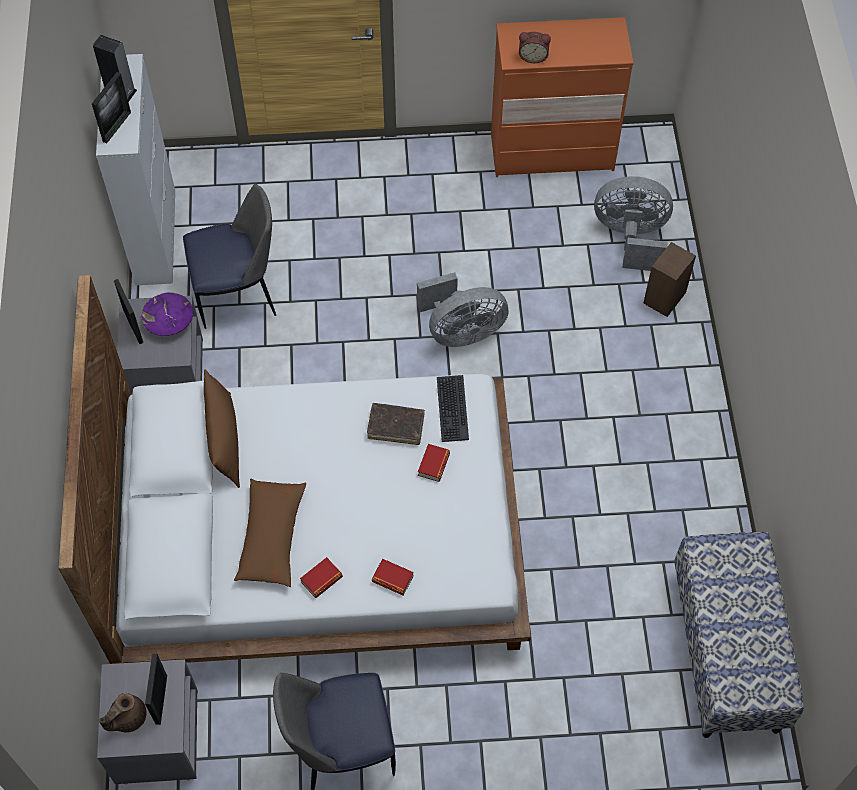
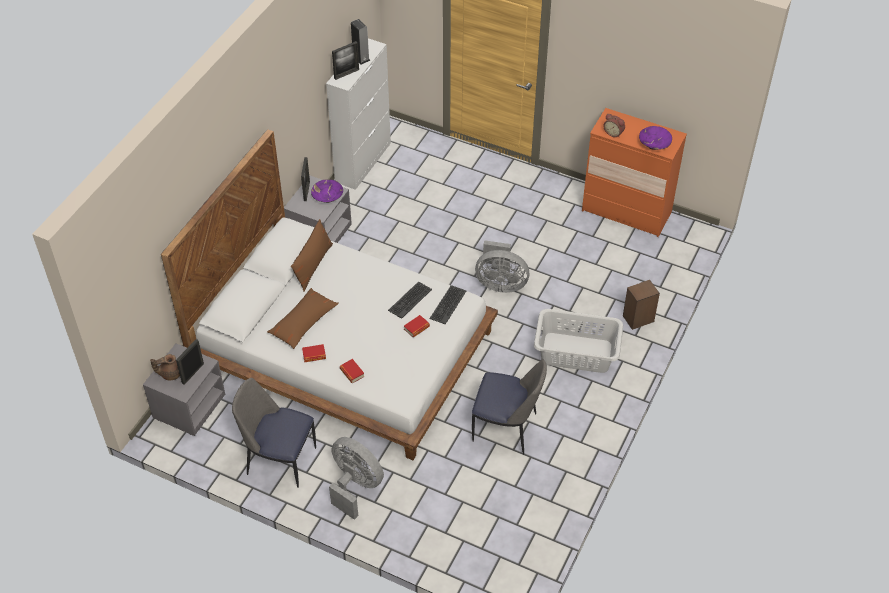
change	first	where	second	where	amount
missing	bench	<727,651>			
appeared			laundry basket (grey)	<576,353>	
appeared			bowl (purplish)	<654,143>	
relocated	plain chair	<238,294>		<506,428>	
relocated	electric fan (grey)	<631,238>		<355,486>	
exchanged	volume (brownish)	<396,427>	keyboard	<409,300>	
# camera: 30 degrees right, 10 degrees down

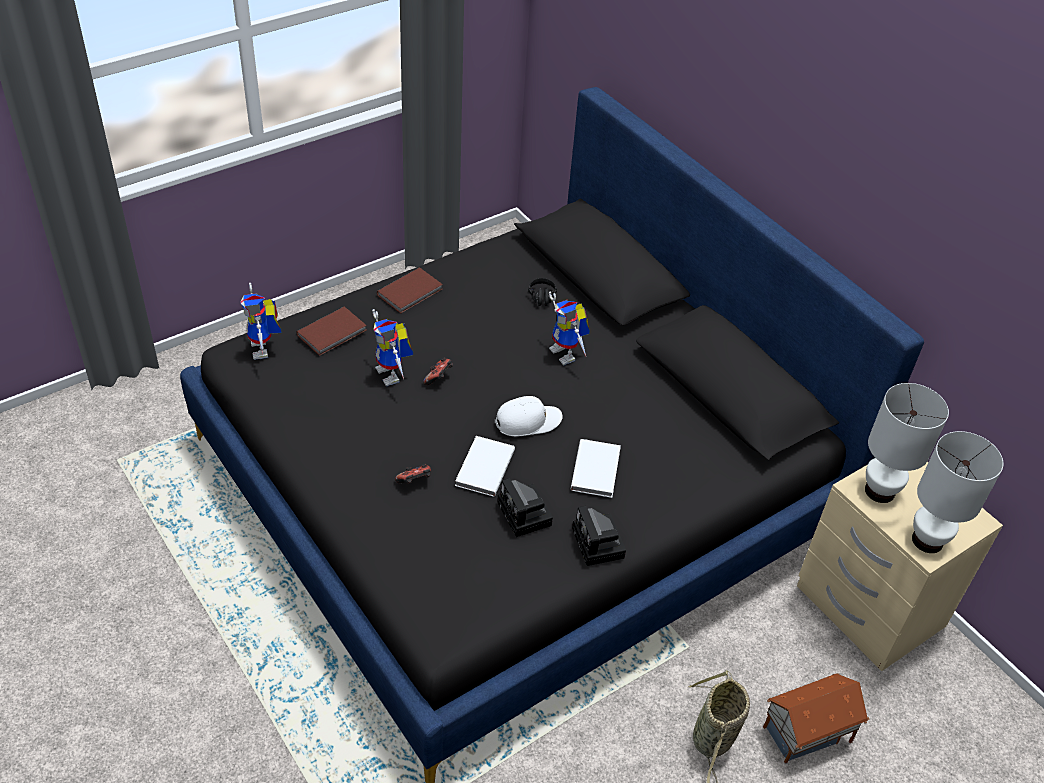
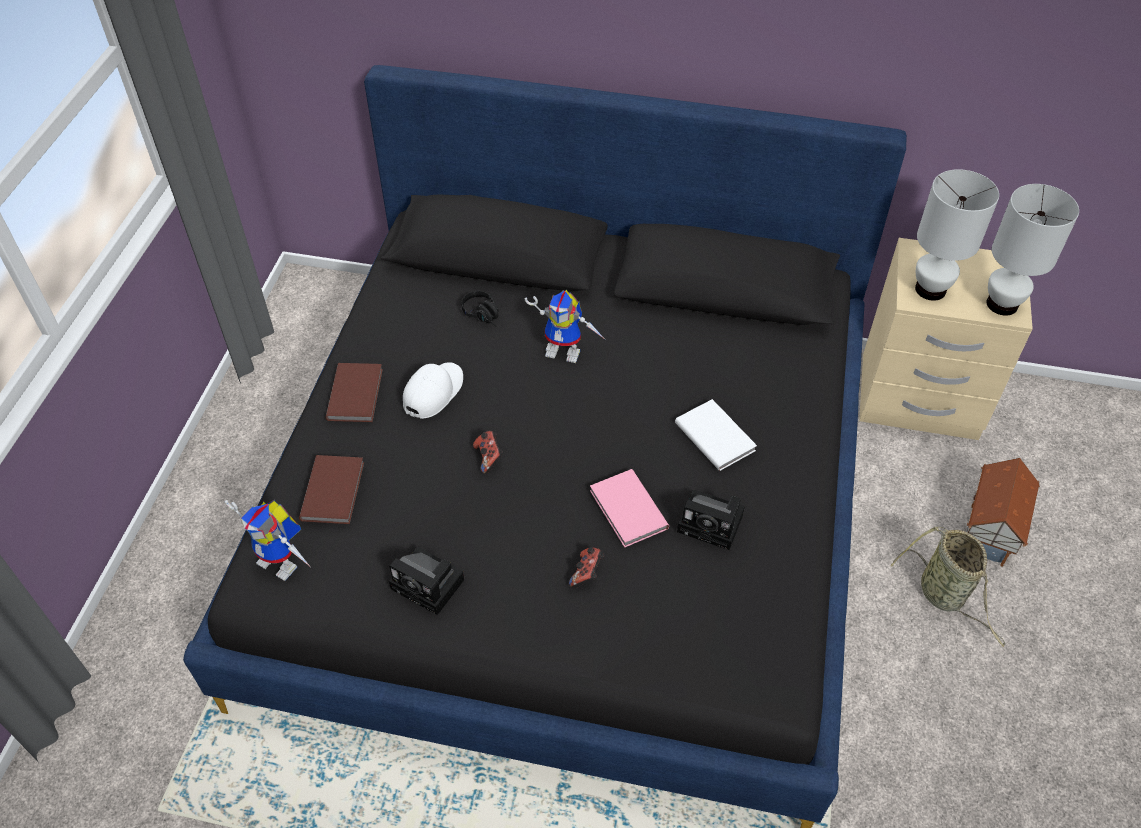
change	first	where	second	where	amount
missing	robot figure	<393,375>			
relocated	cap (white-coloured)	<528,421>		<433,392>	
relocated	photo camera	<599,545>		<430,585>	
colour	volume (white-coloured)	<483,468>	volume (pinkish)	<627,511>	
# camera: 40 degrees left, 5 degrees up

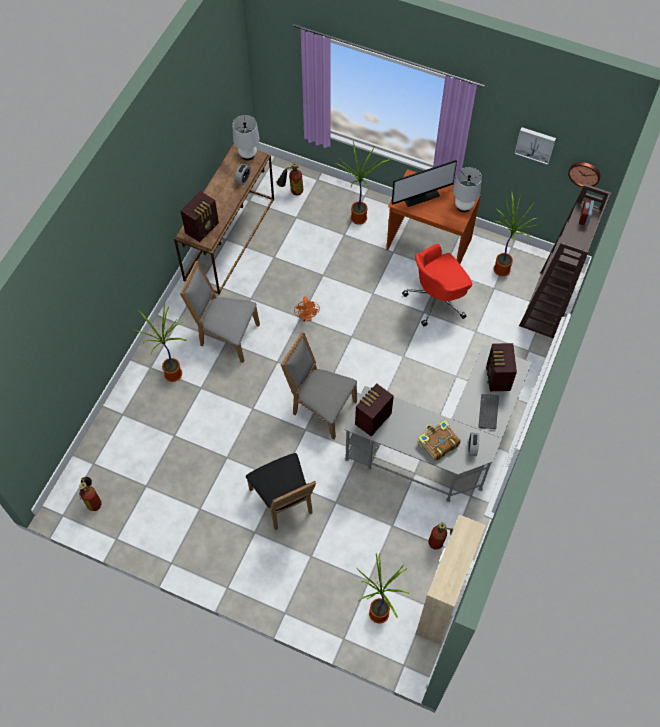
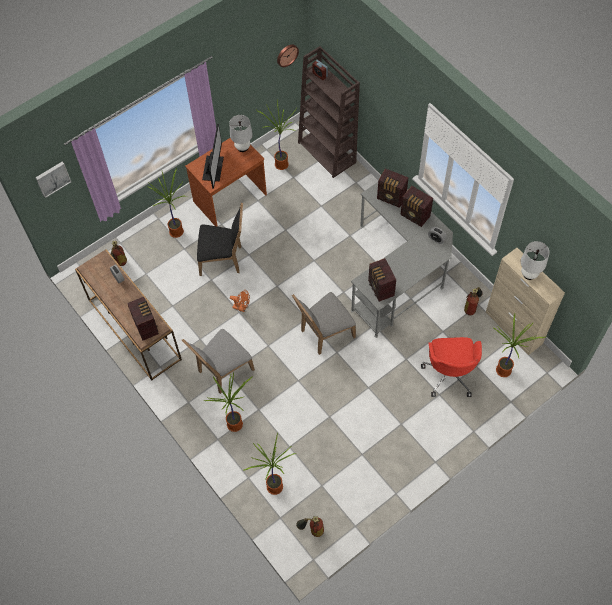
change	first	where	second	where	amount
missing	volume	<437,443>			
appeared			plant in a pot	<273,487>	
relocated	tabletop lamp (white-coloured)	<248,155>		<529,274>	
relocated	plain chair (black)	<284,503>		<223,259>	
relocated	computer chair (red-coloured)	<437,299>		<450,373>	
relocated	picture	<535,144>		<52,178>	
exchanged	keyboard	<489,412>	radio receiver	<415,216>	
# camera: 60 degrees left, 0 degrees up

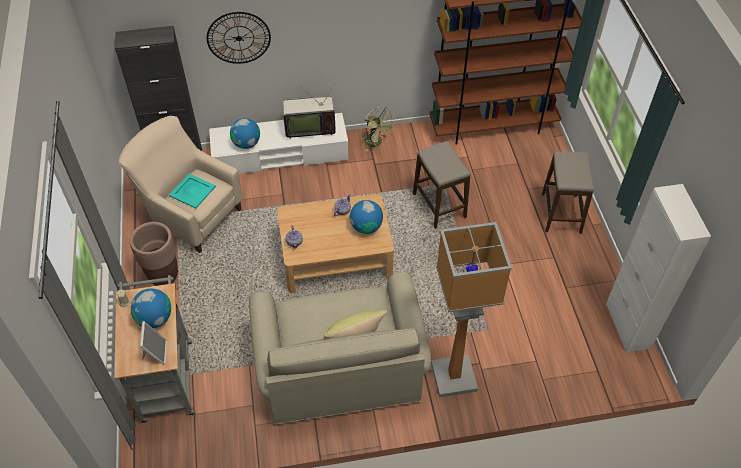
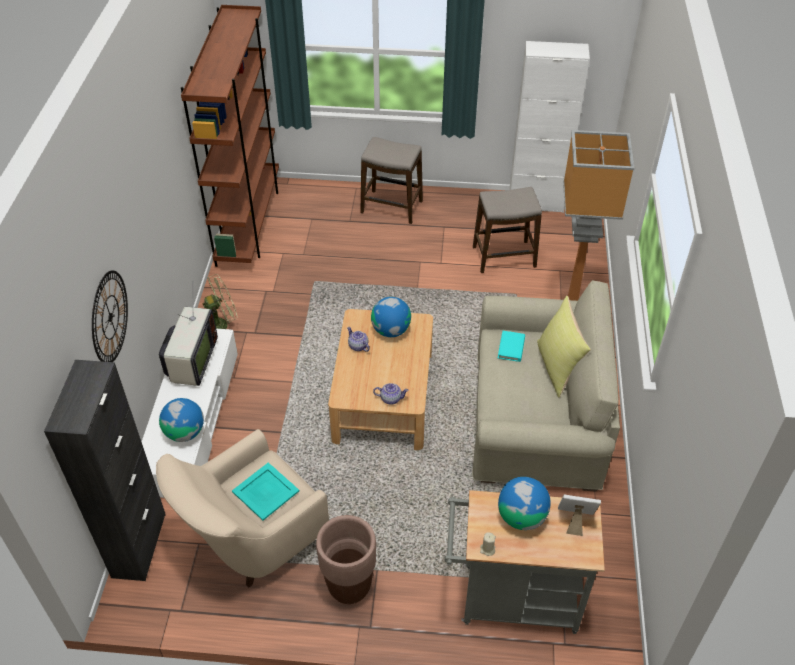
change	first	where	second	where	amount
appeared			volume (turquoise-coloured)	<511,347>	
relocated	stool	<439,205>		<503,257>	
# camera: 75 degrees left, 5 degrees down

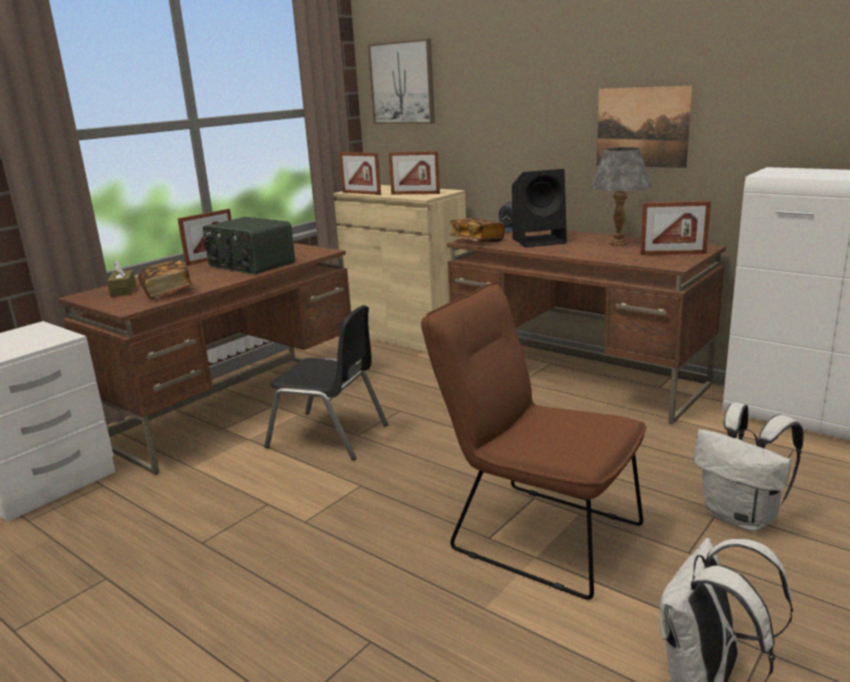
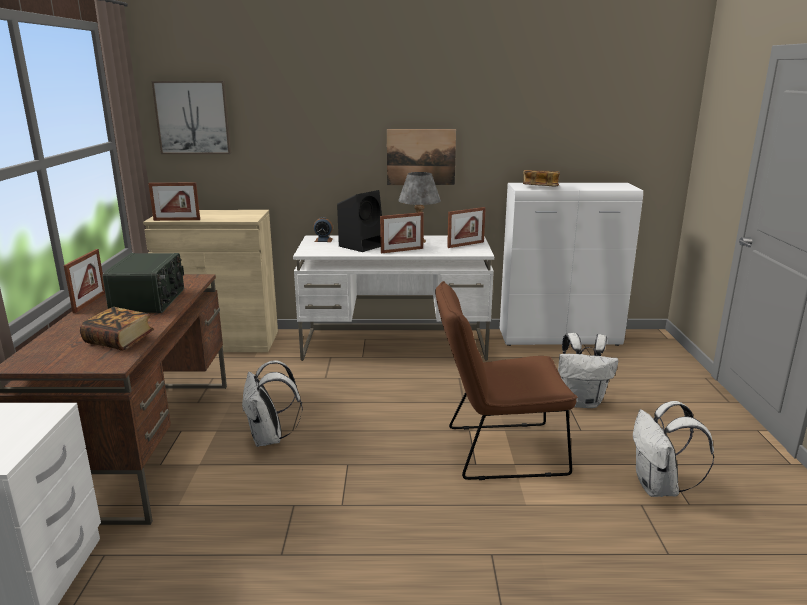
change	first	where	second	where	amount
missing	tissue box (brownish)	<123,291>			
relocated	picture frame	<415,194>		<402,250>	
relocated	volume	<477,241>		<540,187>	
exchanged	plain chair (black)	<328,436>	rucksack (white-coloured)	<270,438>	
colour	desk unit (brownish)	<577,377>	desk unit (white-coloured)	<395,344>	
spun	radio receiver	<250,265>		<150,301>	90 degrees counterclockwise
# camera: 40 degrees left, 0 degrees up

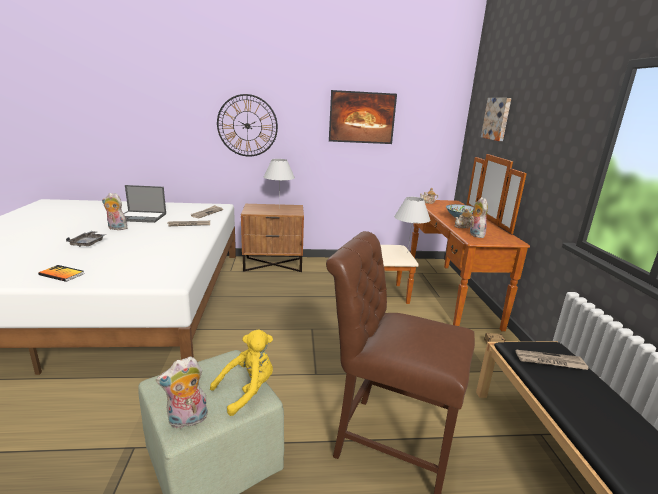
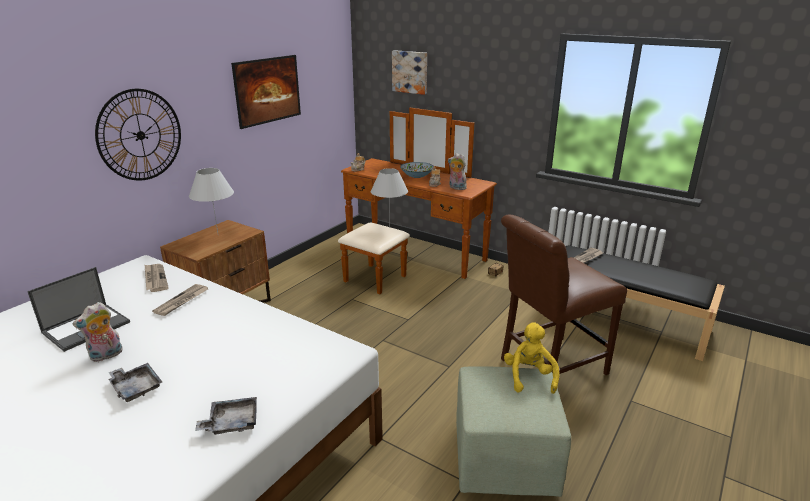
change	first	where	second	where	amount
missing	cuddly toy	<187,420>			
exchanged	volume	<61,274>	serving tray (grey)	<231,423>	
# camera: 50 degrees left, 5 degrees up

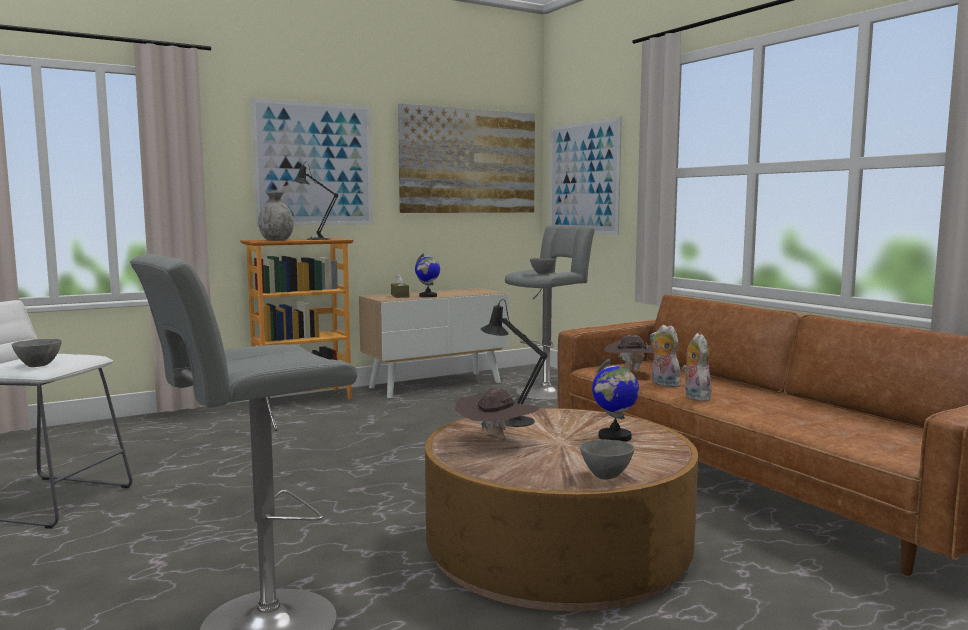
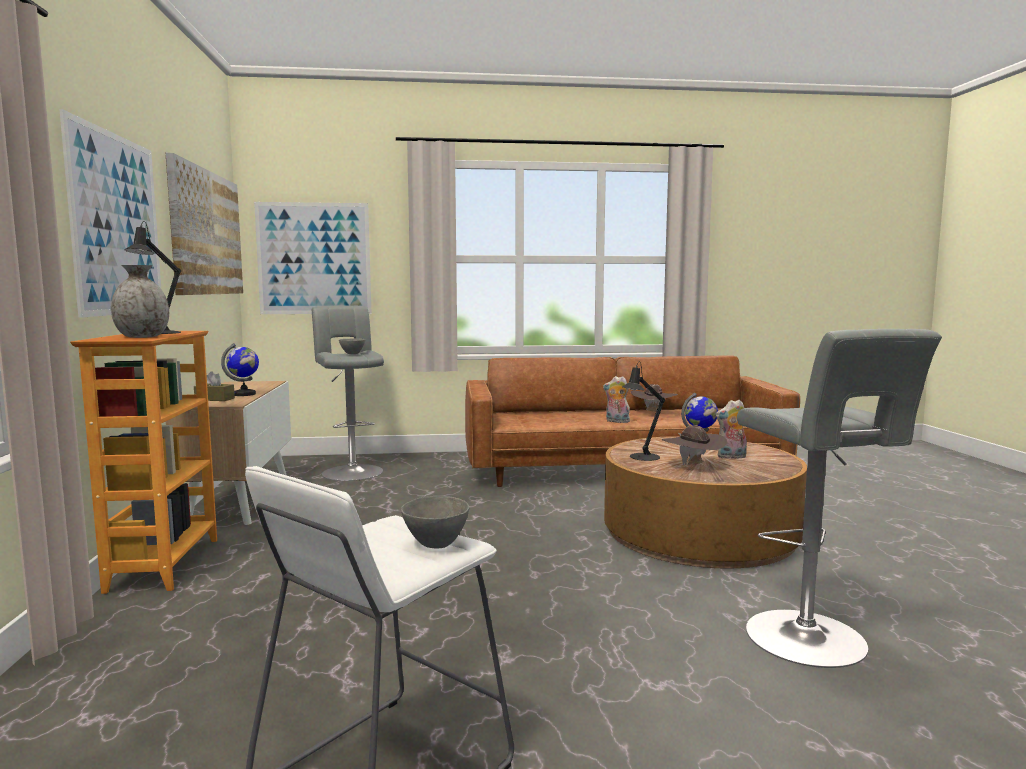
change	first	where	second	where	amount
missing	bowl (grey)	<606,476>			
relocated	wearable hat (brownish)	<631,372>		<653,412>	
relocated	cuddly toy	<663,384>		<731,457>	
# camera: 65 degrees left, 0 degrees up

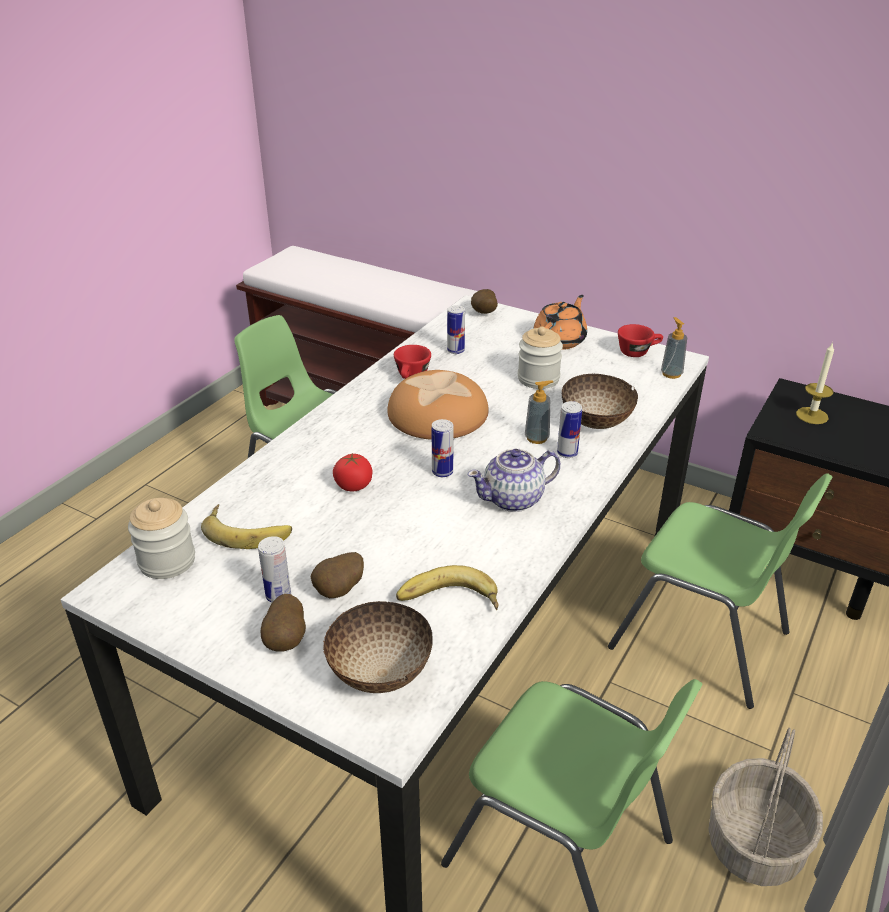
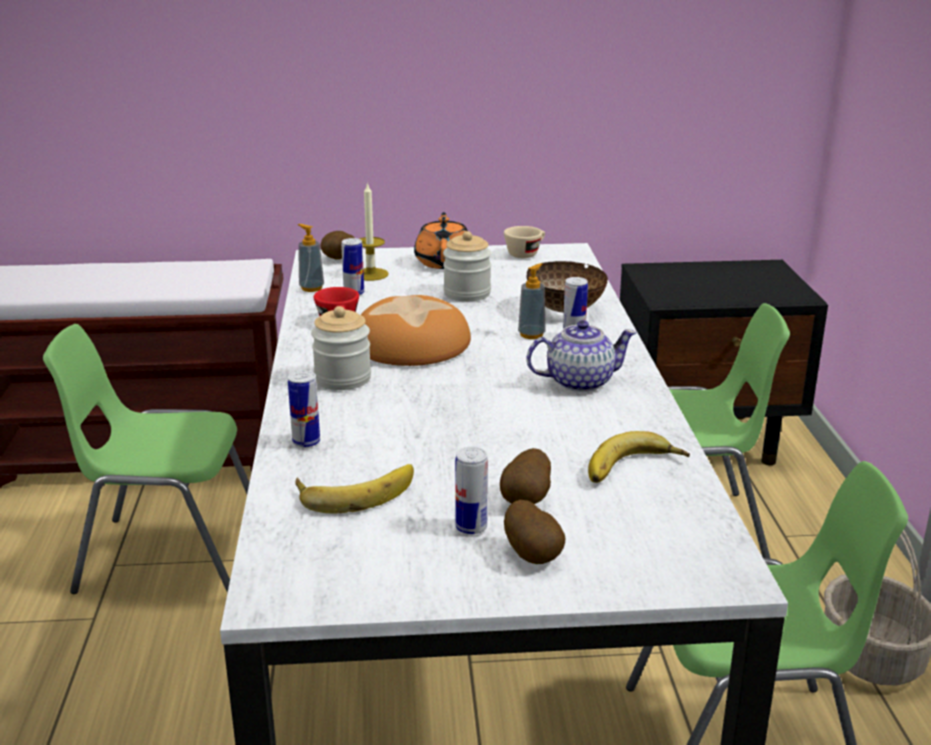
change	first	where	second	where	amount
missing	bowl	<378,673>			
missing	fresh tomato	<354,485>			
relocated	preserve jar	<167,561>		<343,378>	
relocated	can	<442,472>		<306,442>	
relocated	soap bottle	<671,374>		<311,288>	
relocated	candle	<812,415>		<371,274>	
colour	cup (red-coloured)	<638,352>	cup (beige)	<526,253>	
spun	pot for tea	<514,499>		<579,382>	135 degrees counterclockwise
# camera: 35 degrees left, 10 degrees down

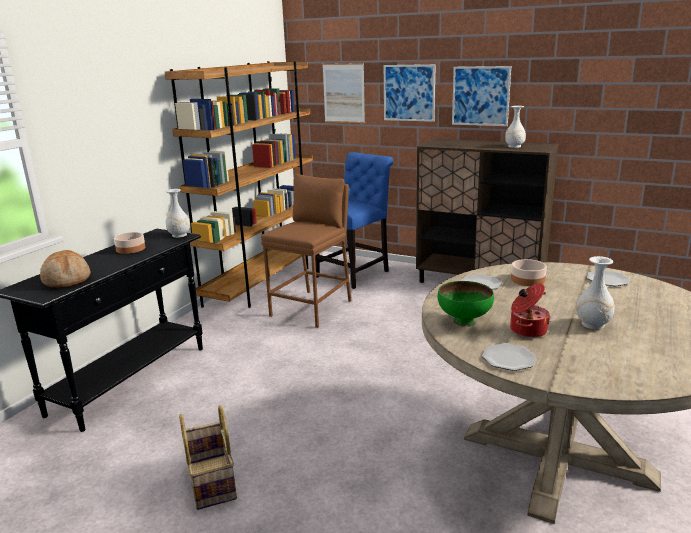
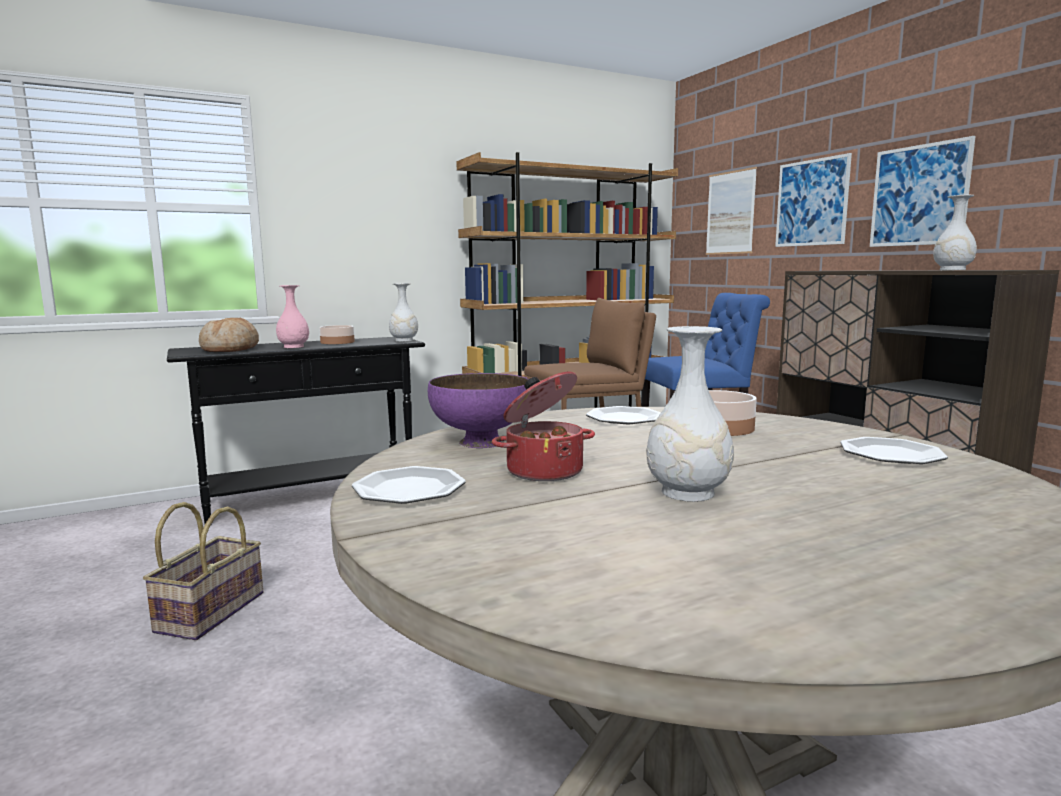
change	first	where	second	where	amount
appeared			flower vase (pinkish)	<294,347>	
colour	bowl (green-coloured)	<463,321>	bowl (purplish)	<480,442>	
# camera: 35 degrees right, 10 degrees down

